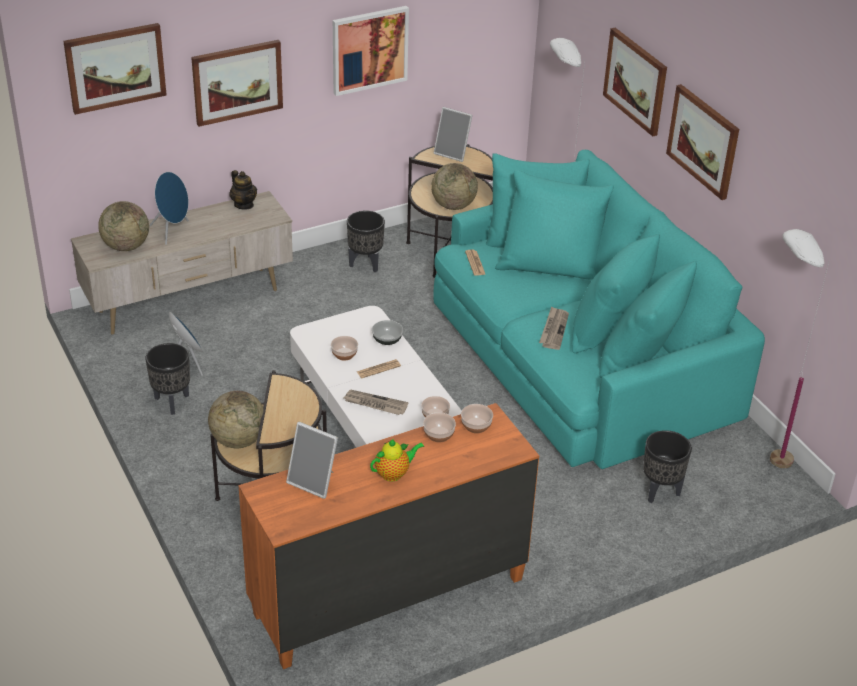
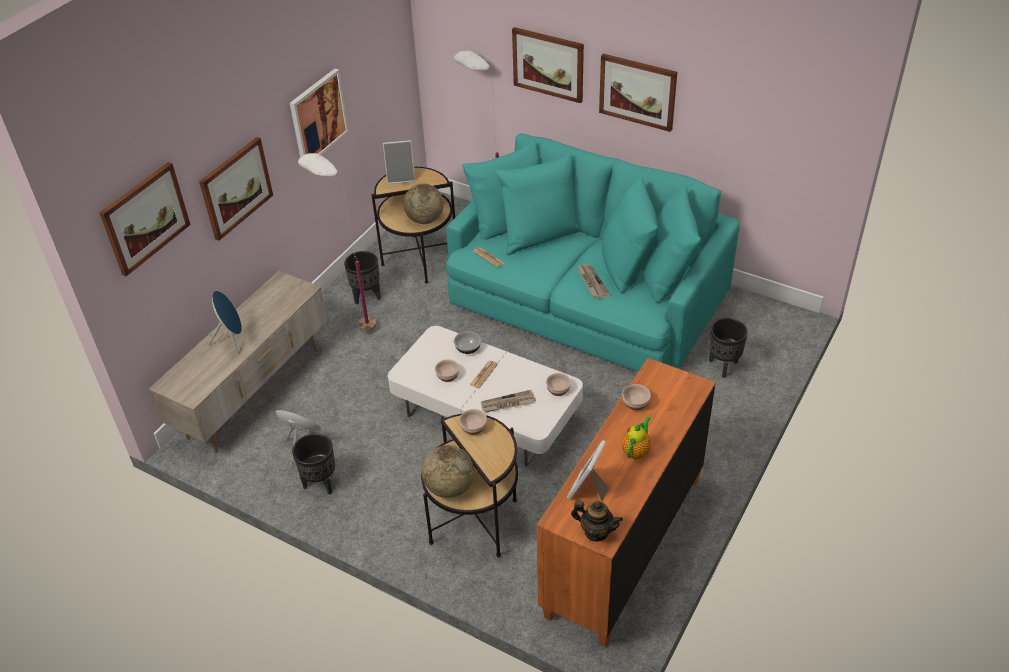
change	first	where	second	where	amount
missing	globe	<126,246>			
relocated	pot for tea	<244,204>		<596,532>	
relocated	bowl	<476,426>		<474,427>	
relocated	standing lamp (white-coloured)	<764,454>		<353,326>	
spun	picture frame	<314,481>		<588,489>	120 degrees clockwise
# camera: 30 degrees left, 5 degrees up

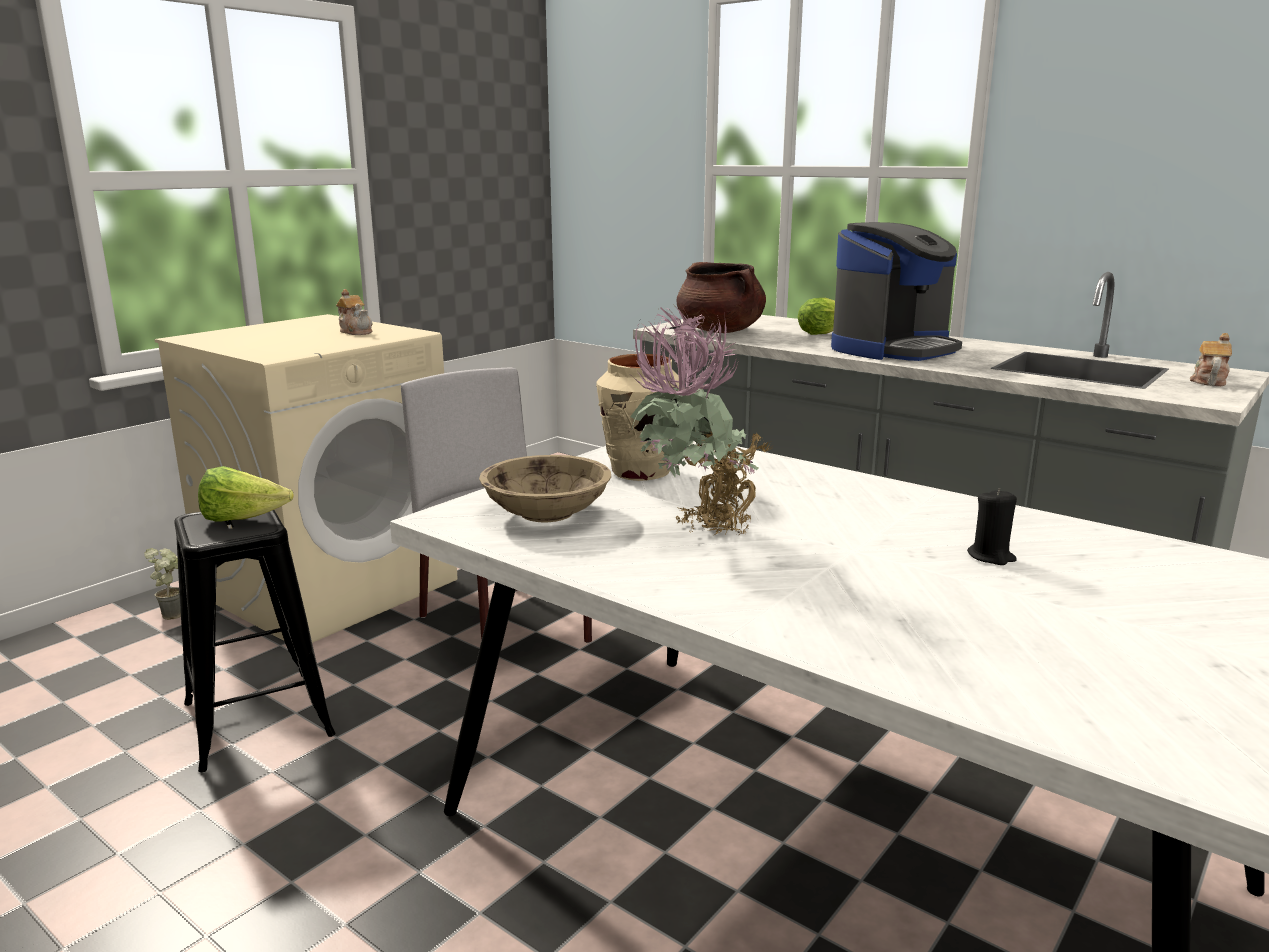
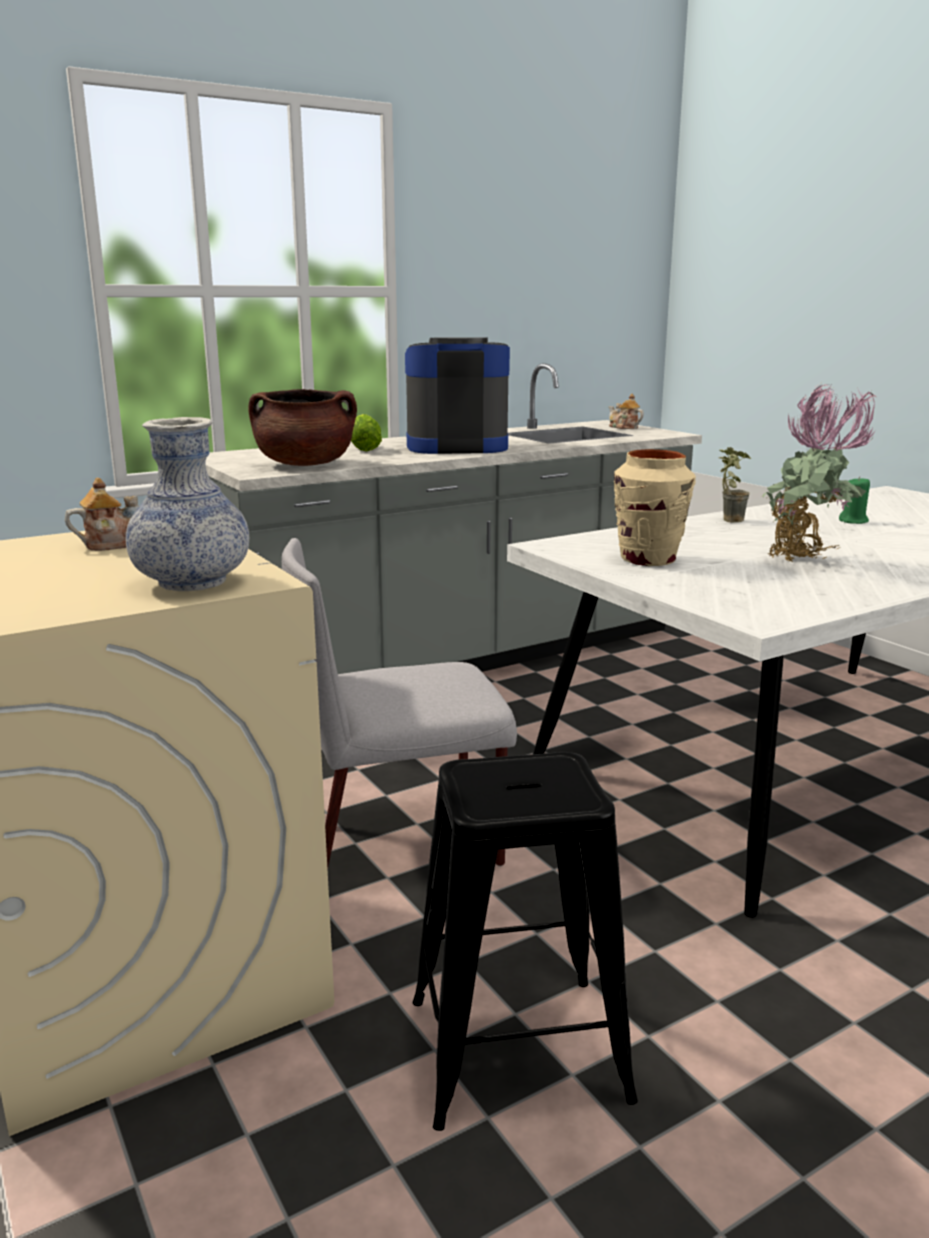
change	first	where	second	where	amount
missing	lettuce head	<243,519>			
missing	bowl (beige)	<546,513>			
appeared			flower vase	<192,582>	
relocated	plant in a pot	<177,613>		<727,519>	
colour	candle (black)	<991,557>	candle (green-coloured)	<853,521>	
spun	coffee maker	<893,349>		<456,447>	75 degrees counterclockwise
# camera: 70 degrees left, 0 degrees up

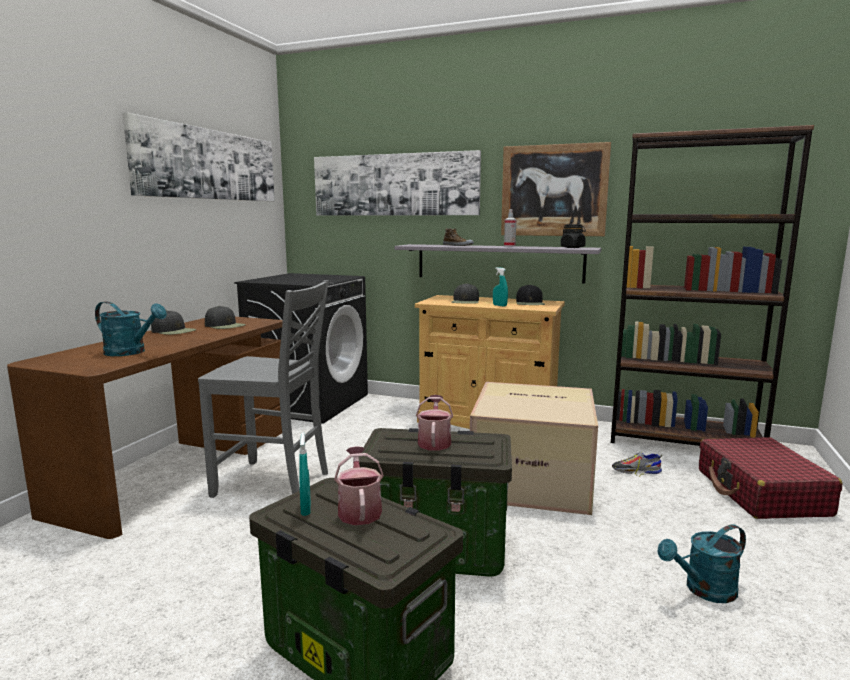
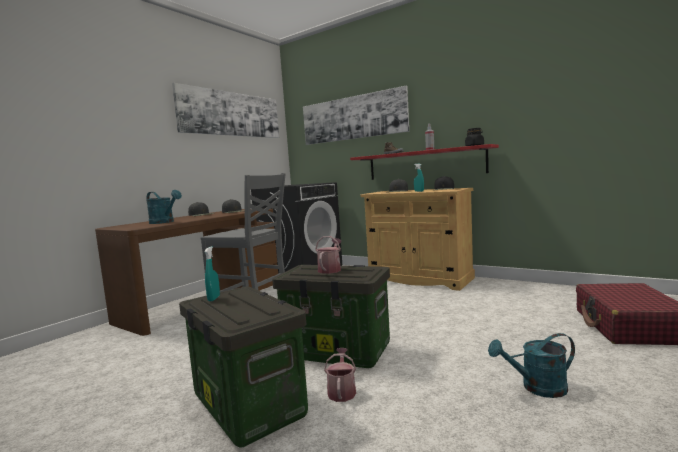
change	first	where	second	where	amount
missing	packing box	<533,480>			
missing	picture	<553,190>			
missing	bookcase (brownish)	<683,441>			
missing	shoe	<636,471>			
relocated	watering pot	<359,509>		<342,391>	
colour	shelf (grey)	<498,263>	shelf (red-coloured)	<424,164>	
# camera: 15 degrees right, 5 degrees down

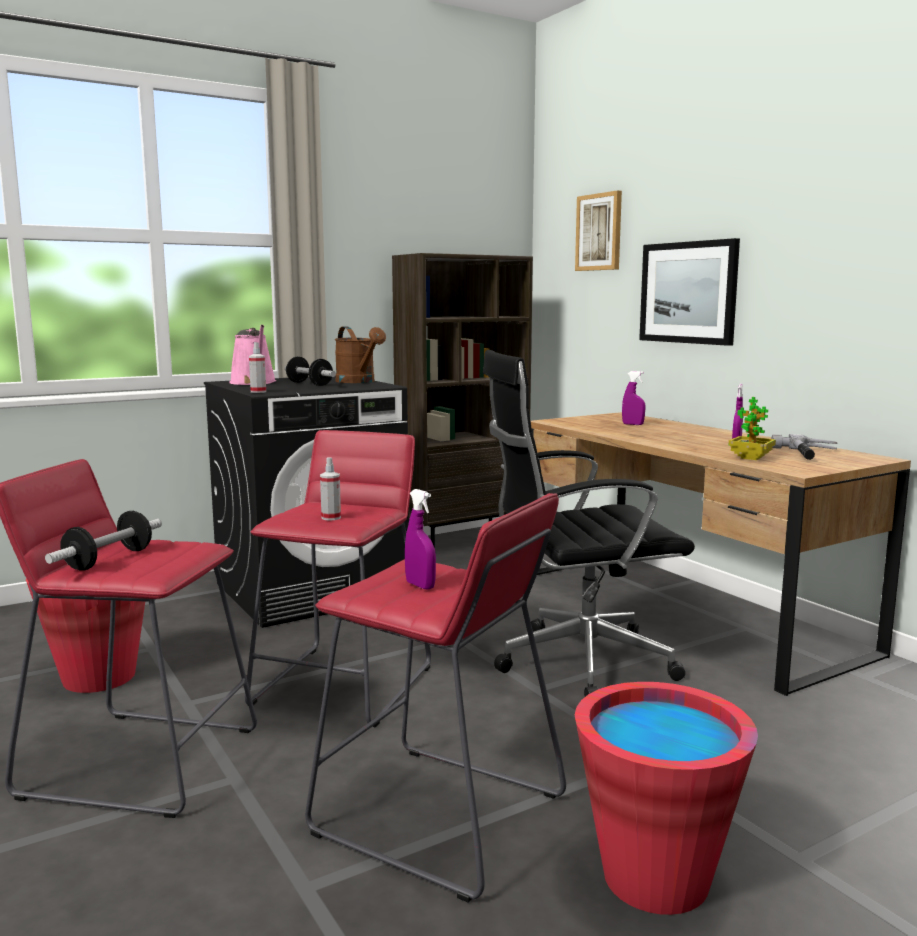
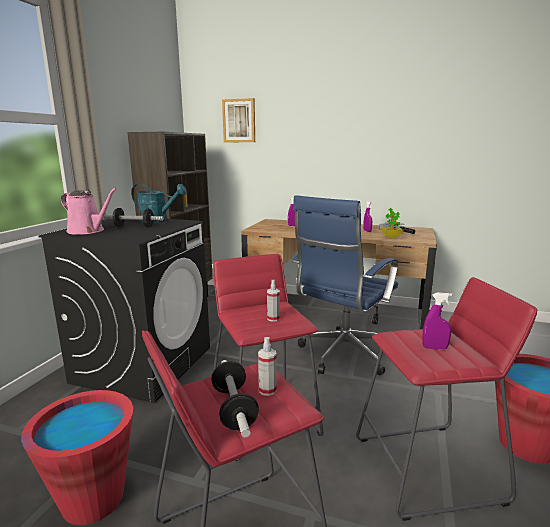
change	first	where	second	where	amount
missing	picture	<688,292>			
relocated	spray bottle	<258,392>		<267,390>	
colour	watering pot (brownish)	<359,382>	watering pot (turquoise-coloured)	<158,220>	
colour	computer chair (black)	<576,664>	computer chair (blue)	<342,355>	
# camera: 40 degrees left, 5 degrees up

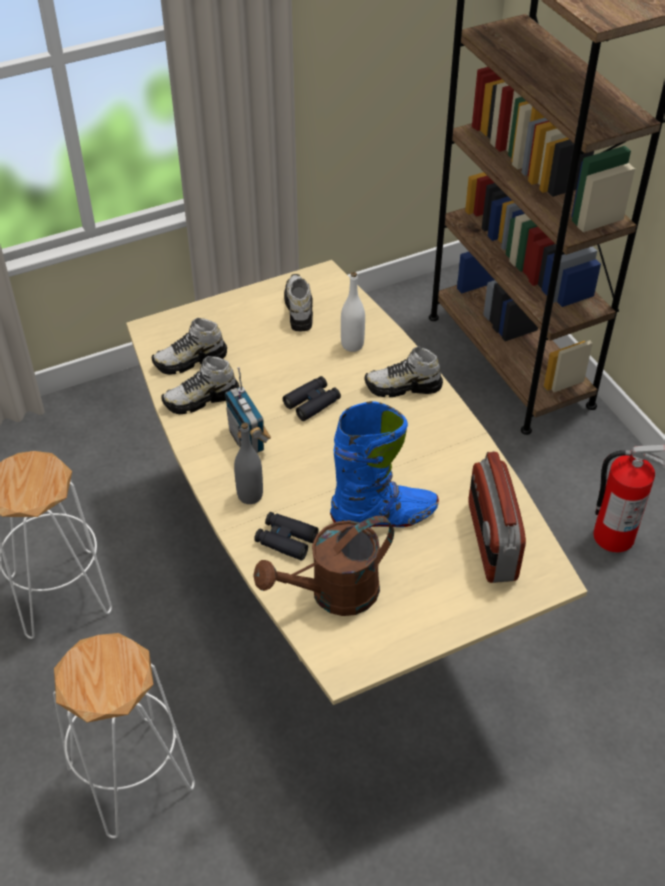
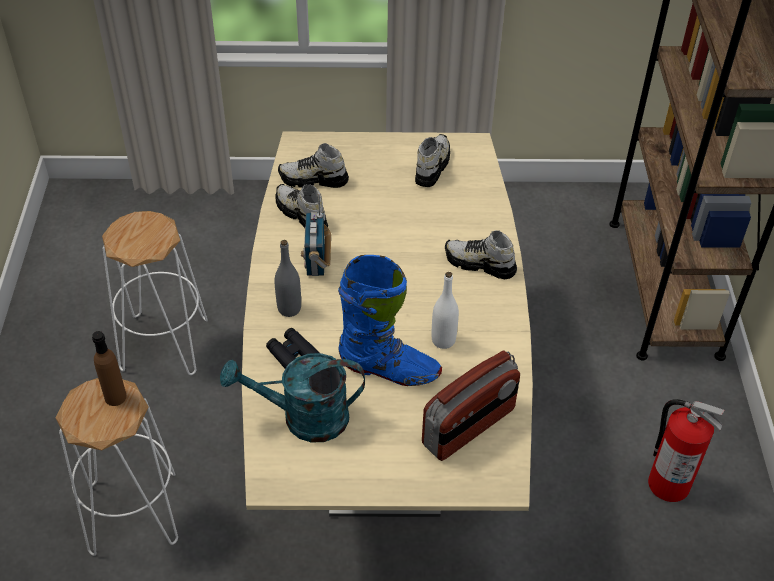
change	first	where	second	where	amount
missing	pair of binoculars (black)	<312,402>			
appeared			beverage bottle (brownish)	<115,397>	
relocated	beverage bottle (white-coloured)	<352,345>		<443,340>	
colour	watering pot (brownish)	<333,595>	watering pot (turquoise-coloured)	<303,418>	
spun	shoe	<201,399>		<301,215>	45 degrees clockwise
spun	radio receiver	<491,541>		<469,427>	150 degrees counterclockwise
# camera: 25 degrees right, 0 degrees up

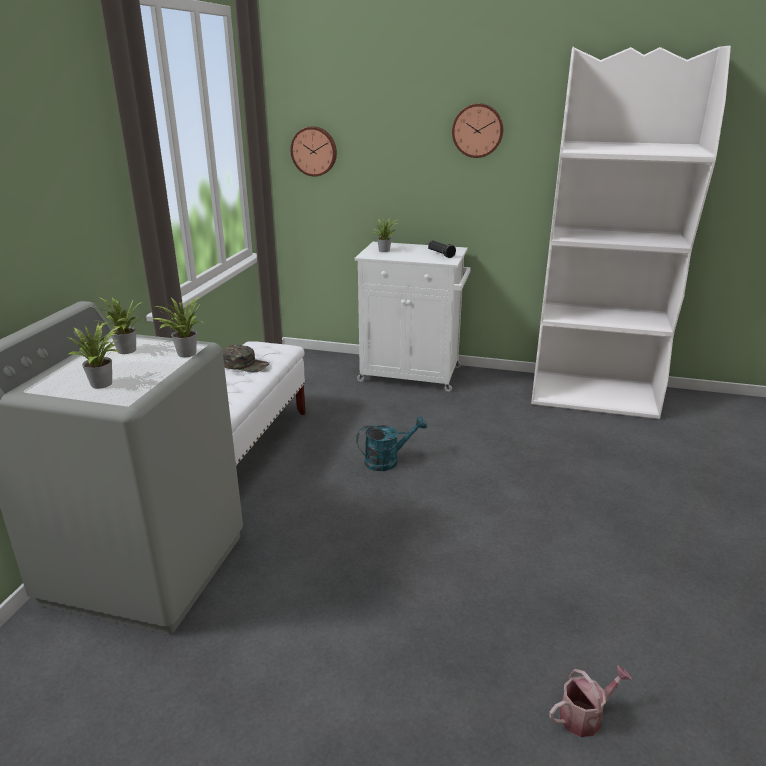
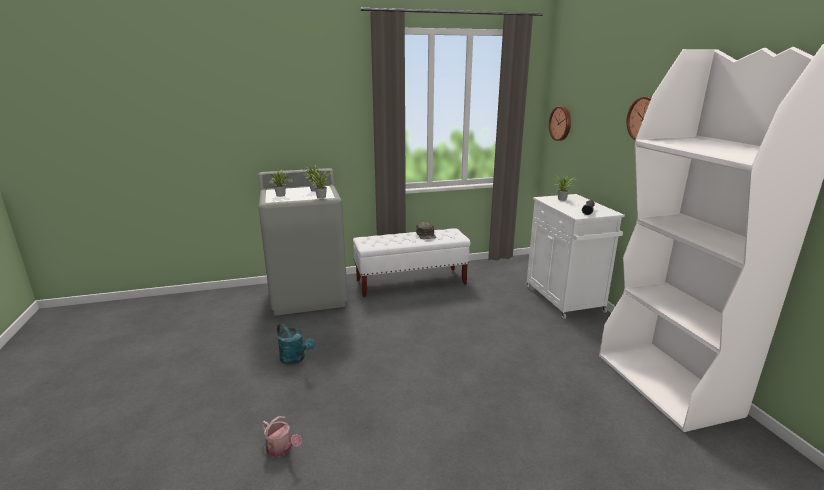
change	first	where	second	where	amount
relocated	watering pot (turquoise-coloured)	<387,460>		<295,359>	
# camera: 60 degrees right, 5 degrees down

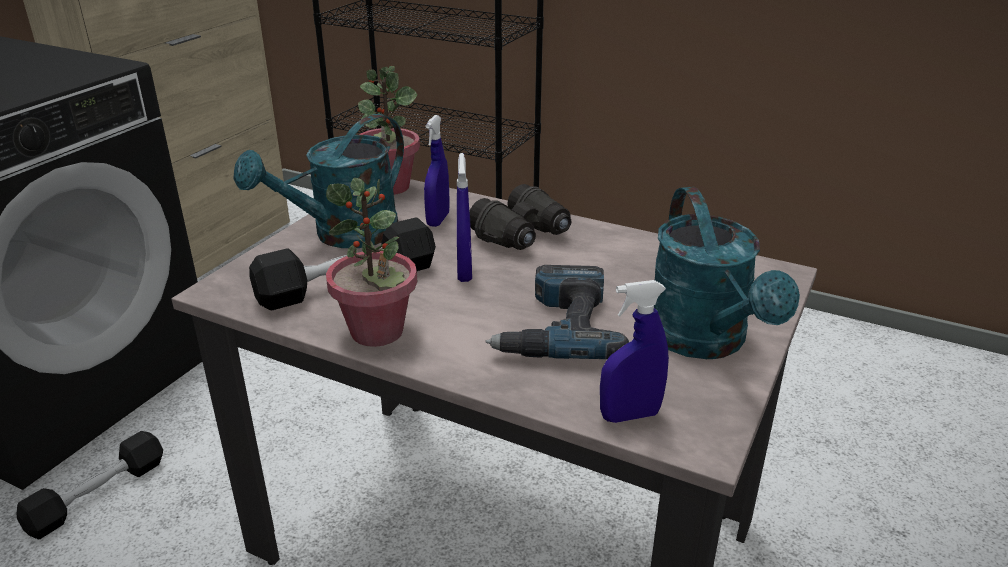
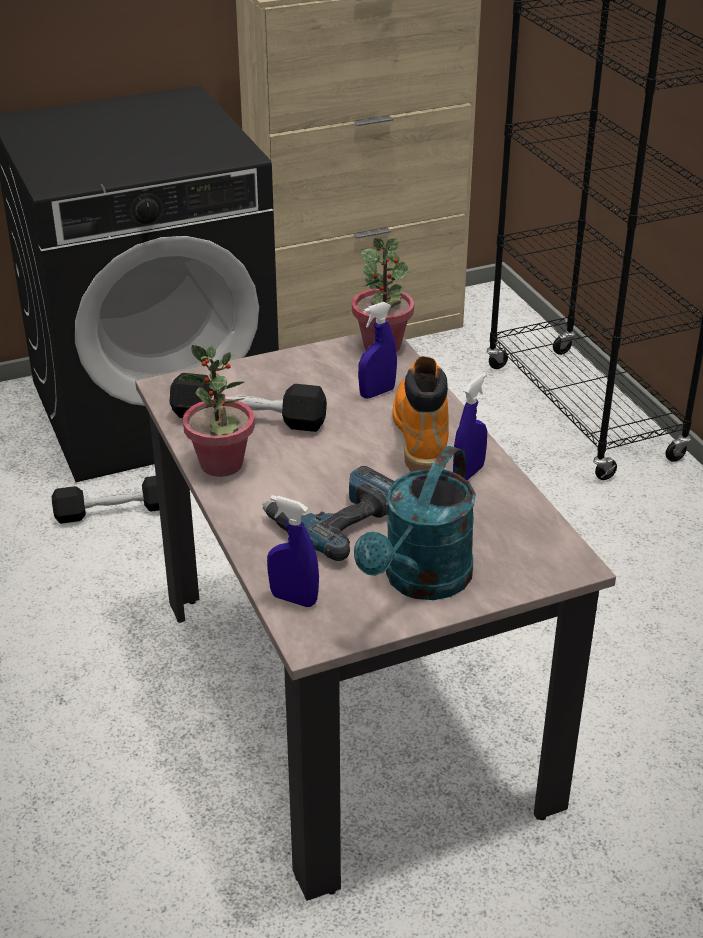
change	first	where	second	where	amount
missing	watering pot (turquoise-coloured)	<343,235>			
relocated	spray bottle (blue)	<464,272>		<468,473>	
exchanged	pair of binoculars (black)	<523,235>	boot (orange)	<420,436>	
# camera: 40 degrees right, 5 degrees up

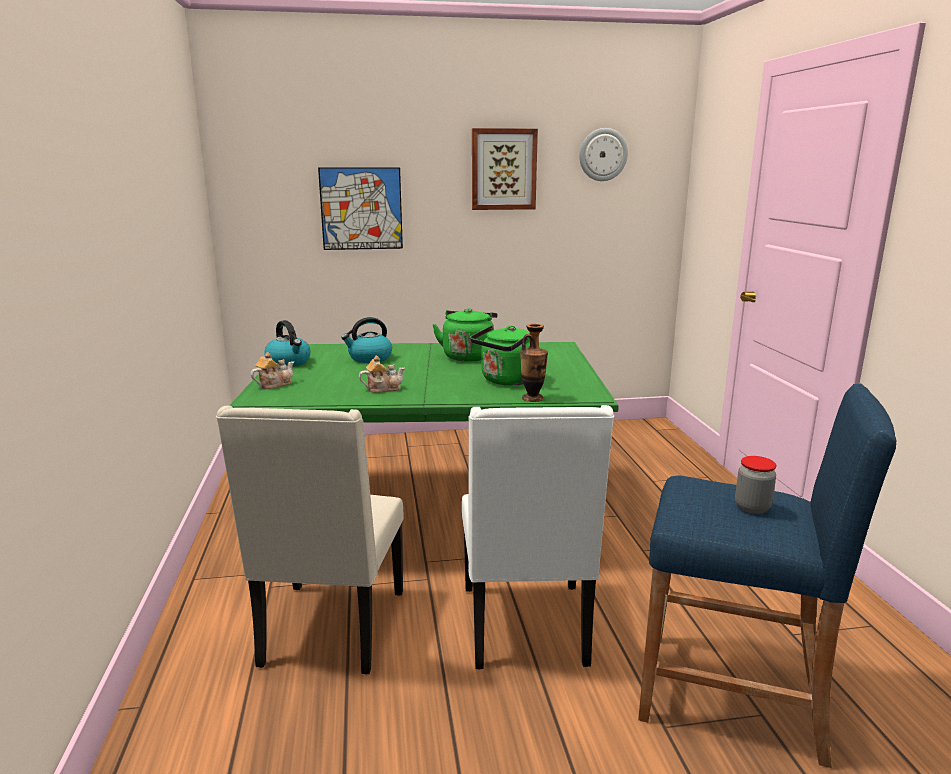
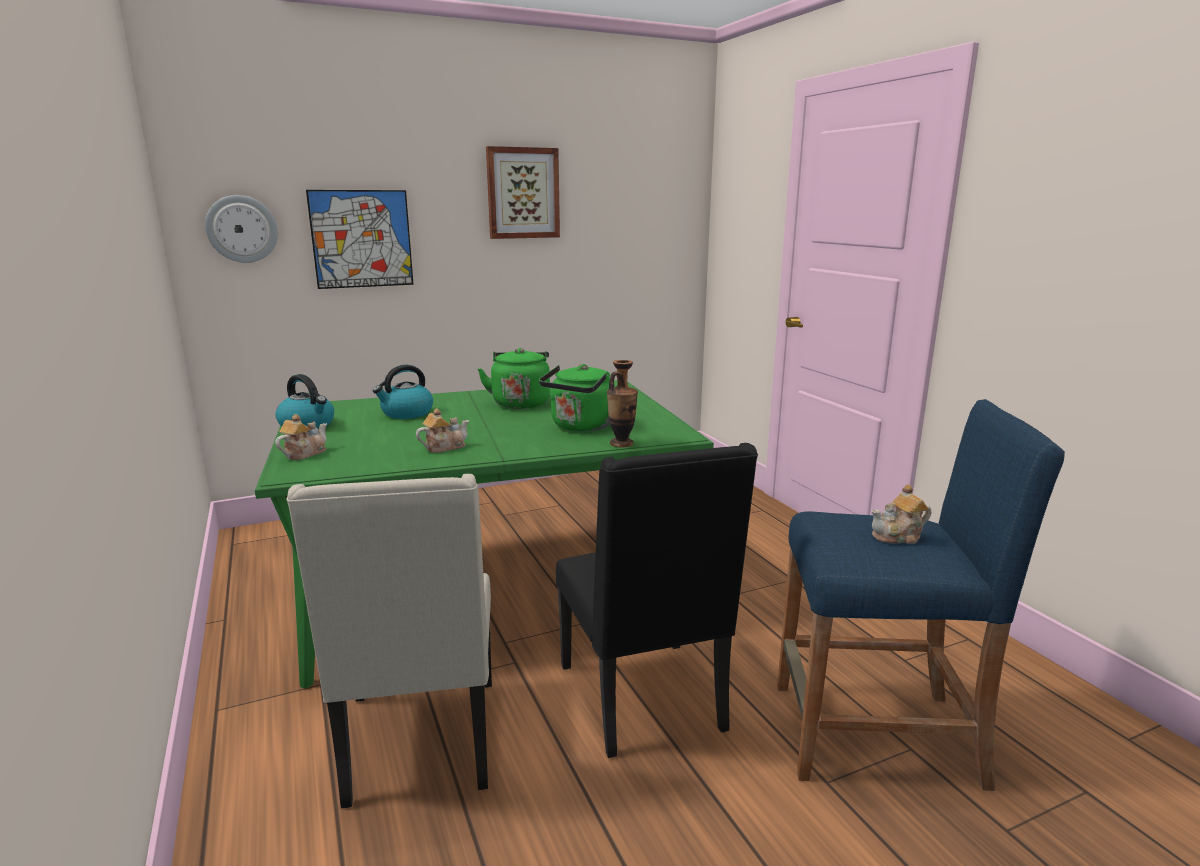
change	first	where	second	where	amount
relocated	hanging clock	<603,154>		<242,229>	
exchanged	preserve jar	<752,507>	pot for tea	<898,536>	
colour	plain chair (white-coloured)	<526,627>	plain chair (black)	<645,699>	
# camera: 15 degrees left, 0 degrees up

